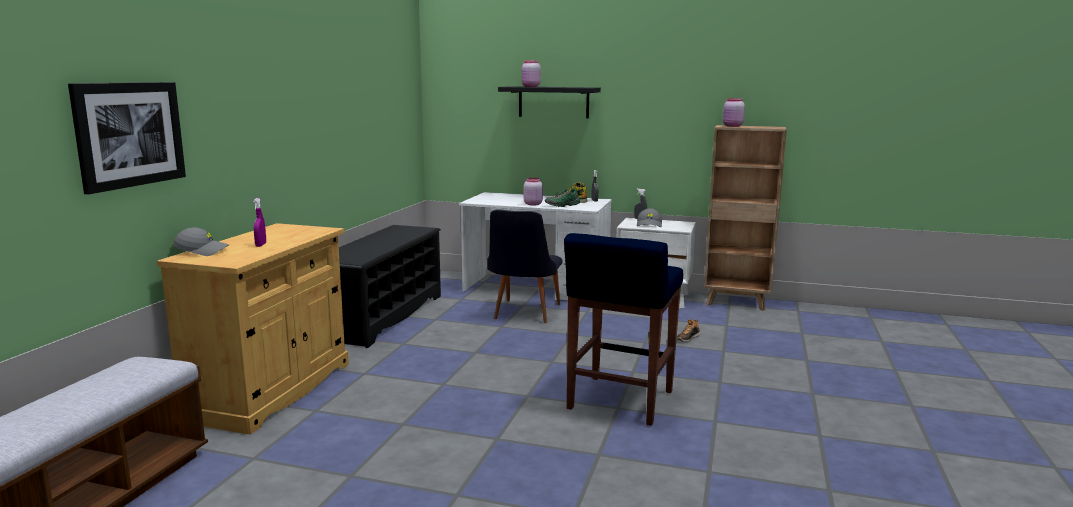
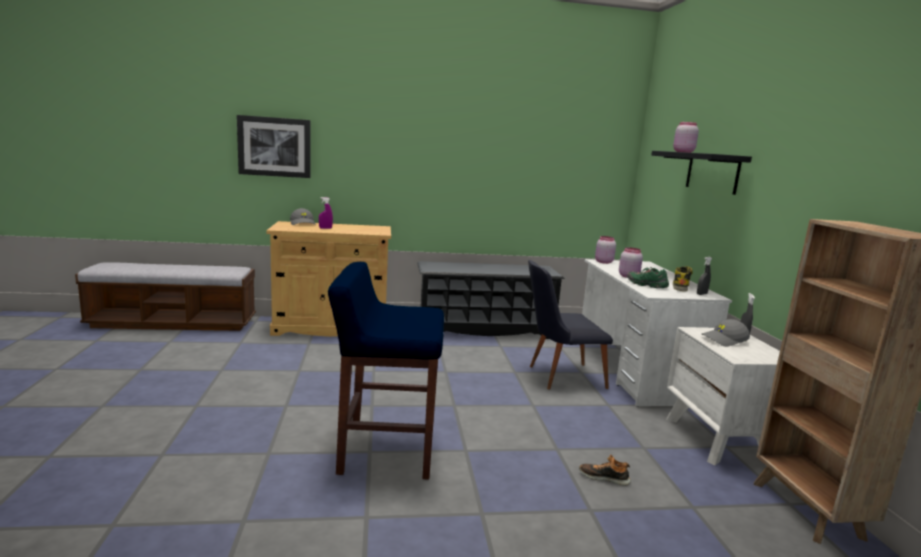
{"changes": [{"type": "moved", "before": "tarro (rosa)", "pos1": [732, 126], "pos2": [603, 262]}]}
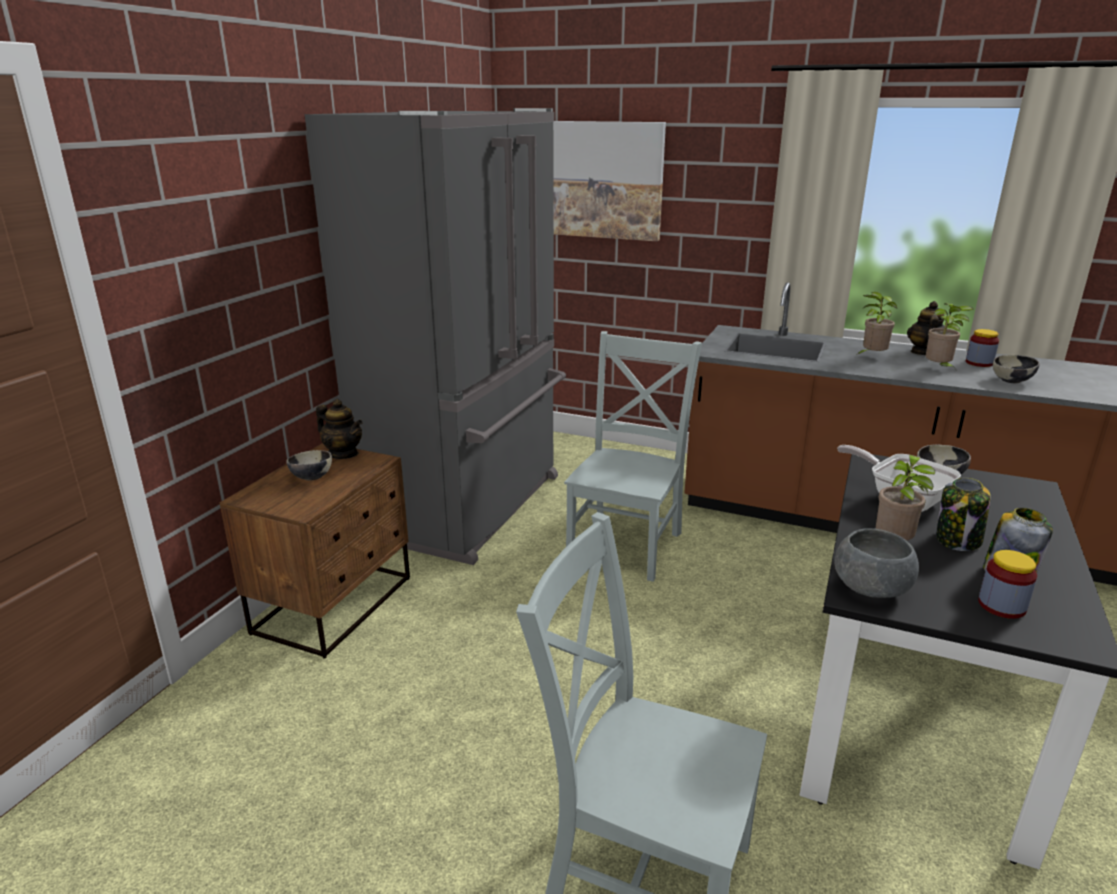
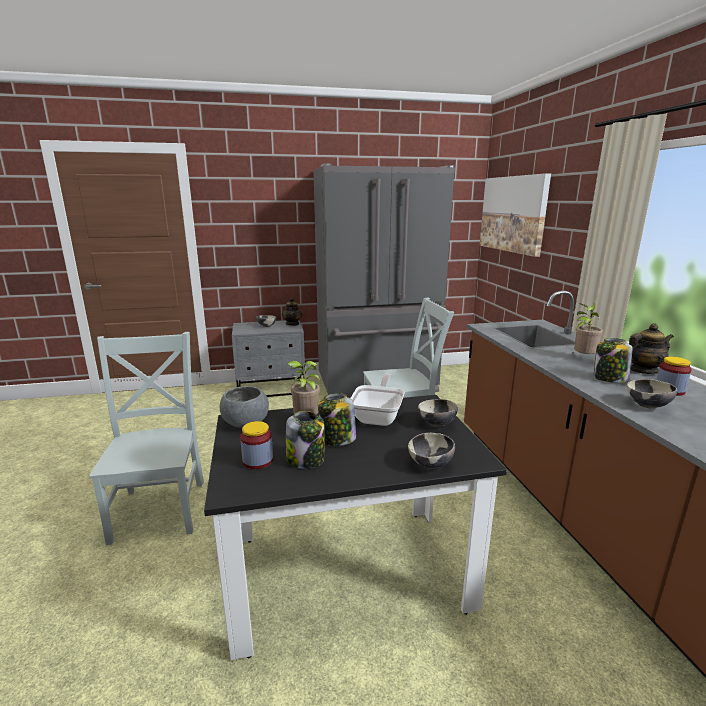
{"changes": [{"type": "recoloured", "before": "mesita de noche (marrón)", "after": "mesita de noche (gris)", "pos1": [335, 605], "pos2": [271, 389]}, {"type": "replaced", "before": "planta en maceta", "after": "tarro", "pos1": [939, 369], "pos2": [609, 379]}, {"type": "added", "after": "cuenco", "pos2": [430, 464]}]}
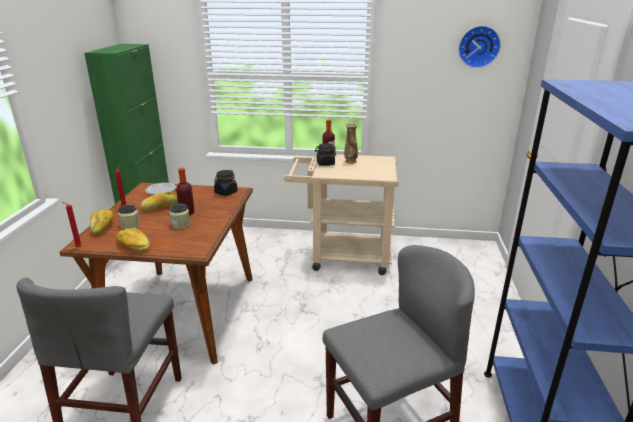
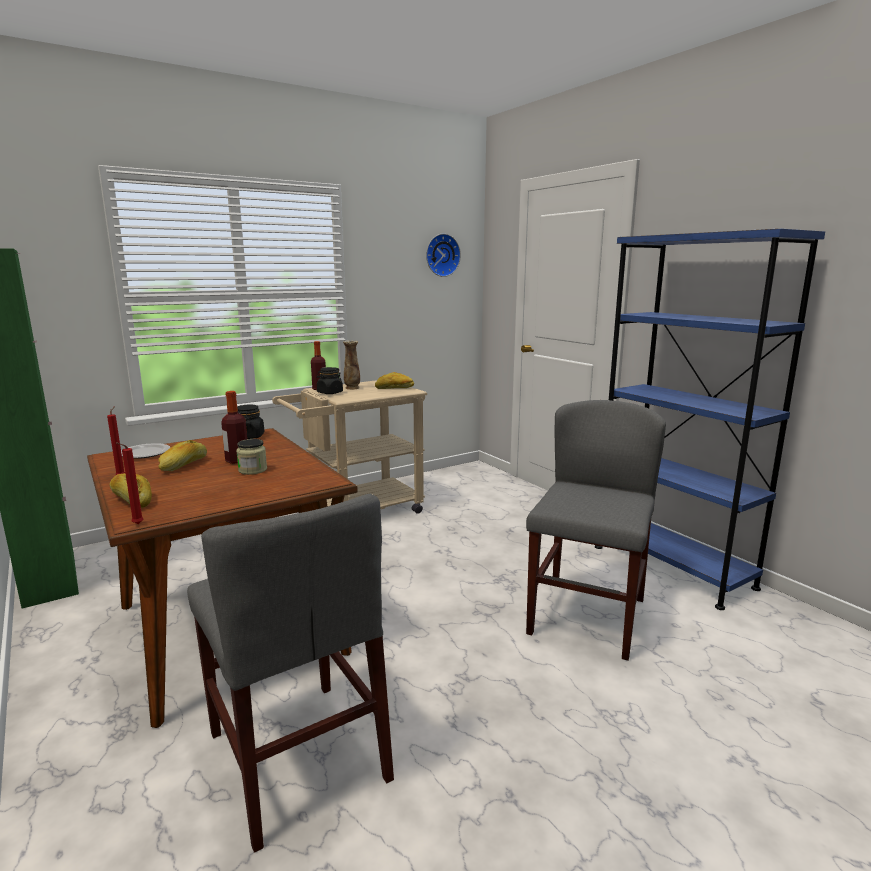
{"changes": [{"type": "moved", "before": "pan", "pos1": [133, 246], "pos2": [394, 388]}, {"type": "removed", "before": "tarro", "pos1": [130, 225]}]}
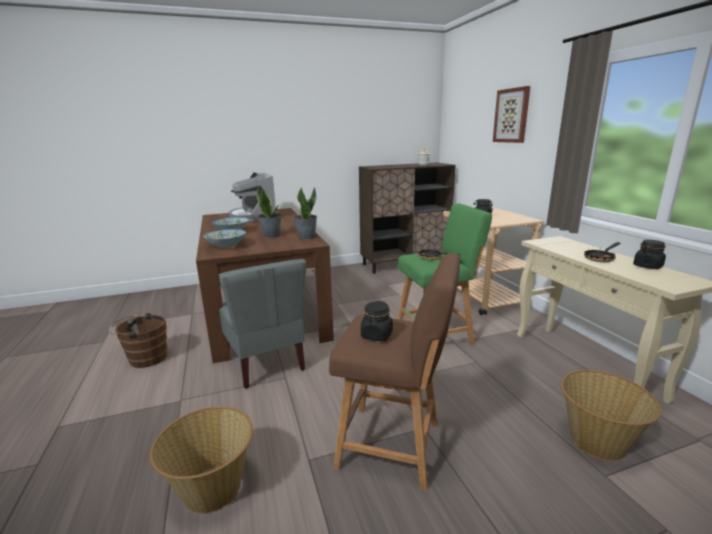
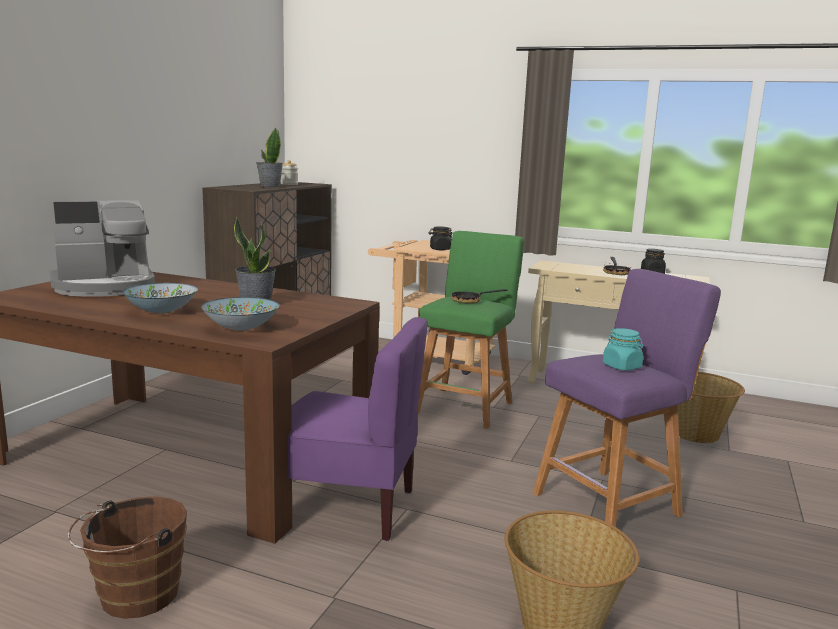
{"changes": [{"type": "recoloured", "before": "silla (gris)", "after": "silla (morado)", "pos1": [266, 363], "pos2": [348, 507]}, {"type": "turned", "before": "cafetera", "pos1": [253, 216], "pos2": [105, 287], "turn": -45}, {"type": "moved", "before": "planta en maceta", "pos1": [306, 237], "pos2": [269, 186]}, {"type": "recoloured", "before": "taburete (marrón)", "after": "taburete (morado)", "pos1": [395, 446], "pos2": [611, 502]}, {"type": "recoloured", "before": "tarro (negro)", "after": "tarro (turquesa)", "pos1": [376, 335], "pos2": [622, 367]}, {"type": "removed", "before": "cuadro", "pos1": [512, 115]}]}
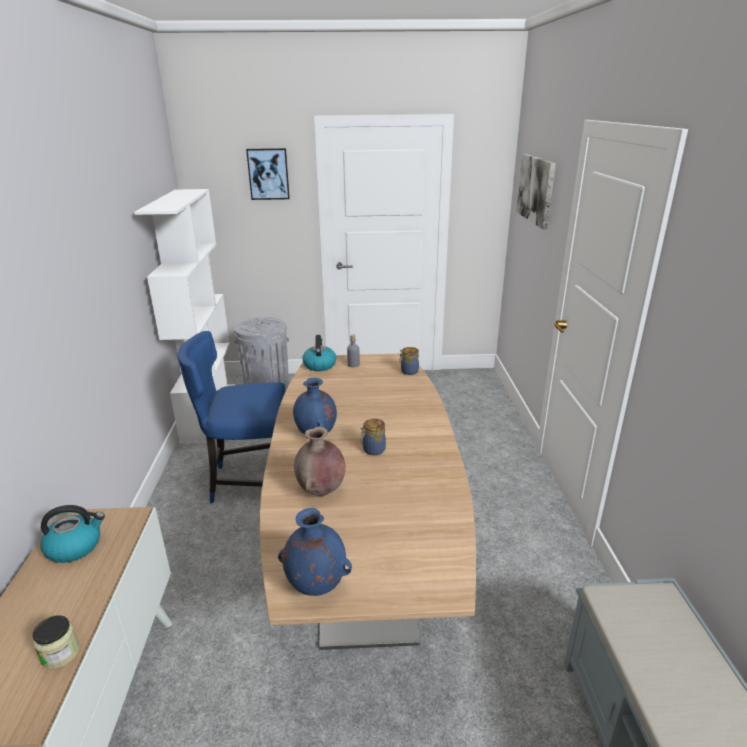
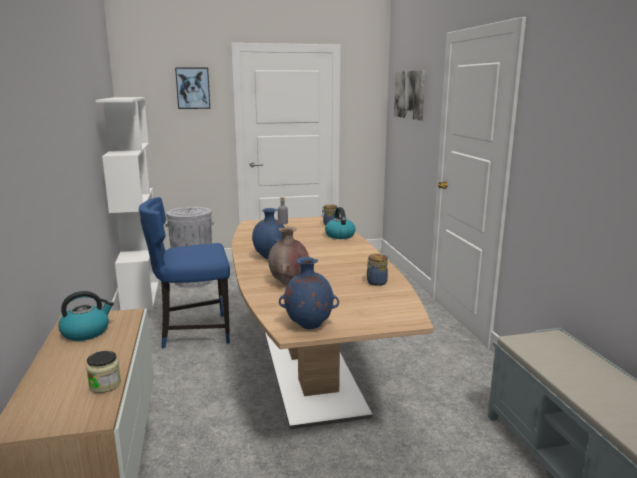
{"changes": [{"type": "moved", "before": "hervidor", "pos1": [319, 365], "pos2": [339, 235]}, {"type": "moved", "before": "tarro", "pos1": [373, 450], "pos2": [376, 283]}]}
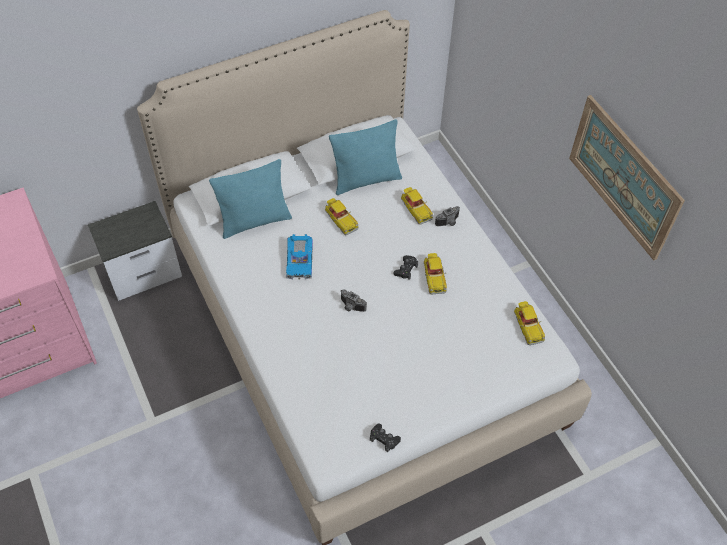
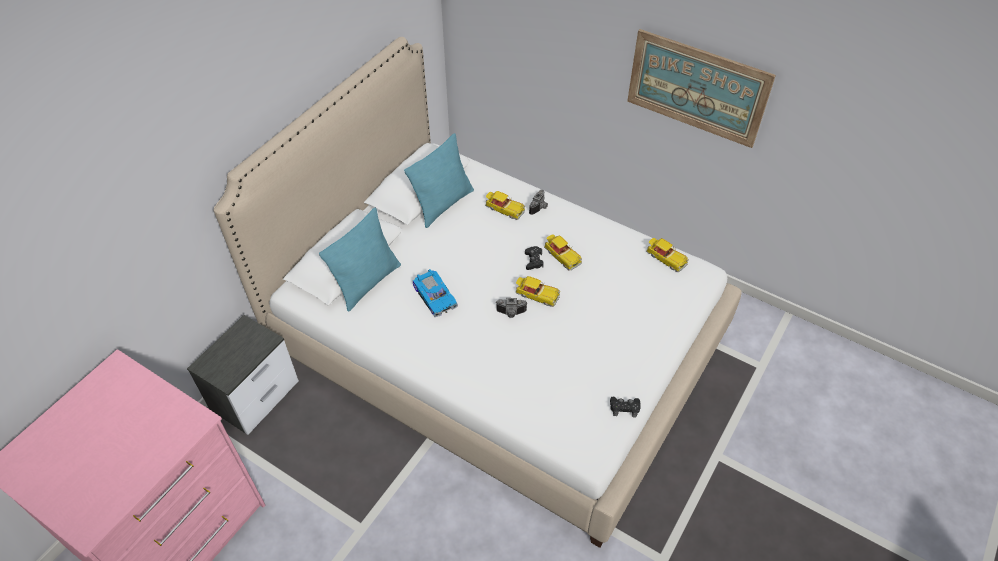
{"changes": [{"type": "moved", "before": "coche de juguete", "pos1": [341, 219], "pos2": [536, 295]}]}
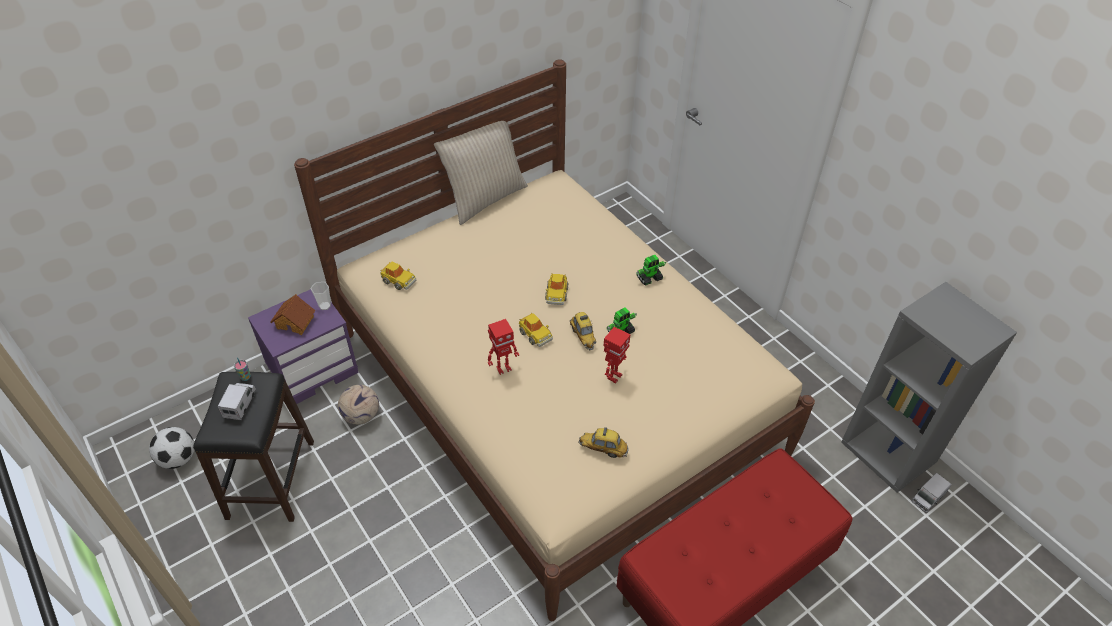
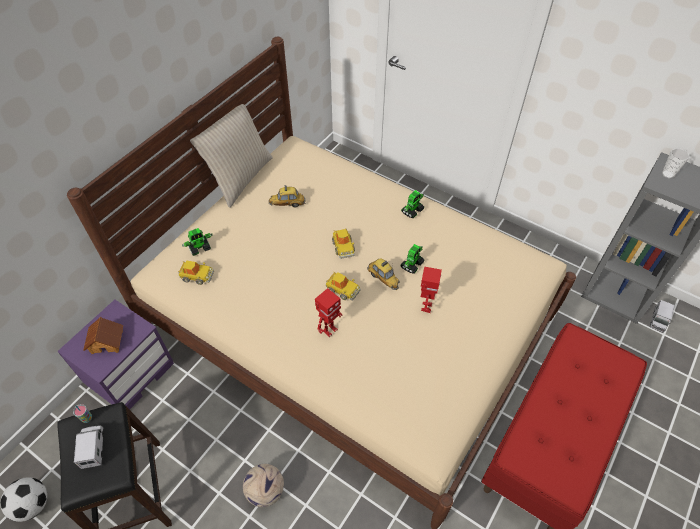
{"changes": [{"type": "moved", "before": "taza", "pos1": [324, 306], "pos2": [667, 174]}, {"type": "moved", "before": "balón de fútbol", "pos1": [361, 416], "pos2": [265, 491]}, {"type": "moved", "before": "coche de juguete", "pos1": [603, 449], "pos2": [287, 204]}, {"type": "added", "after": "robot de juguete", "pos2": [200, 248]}]}
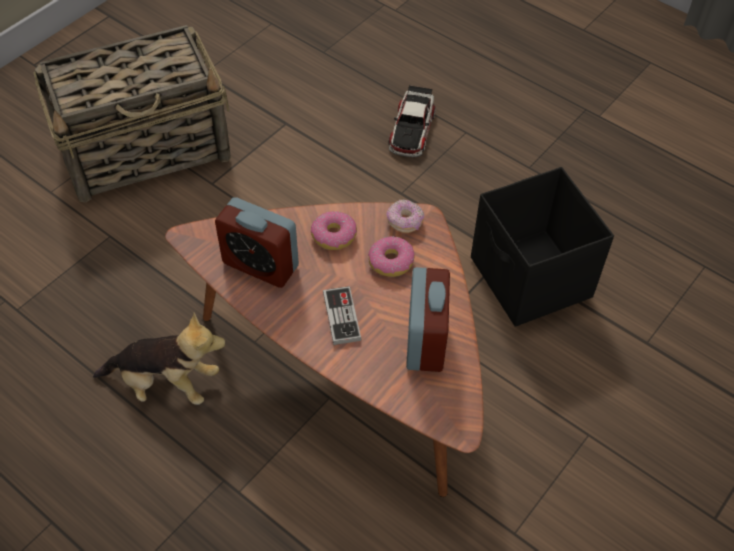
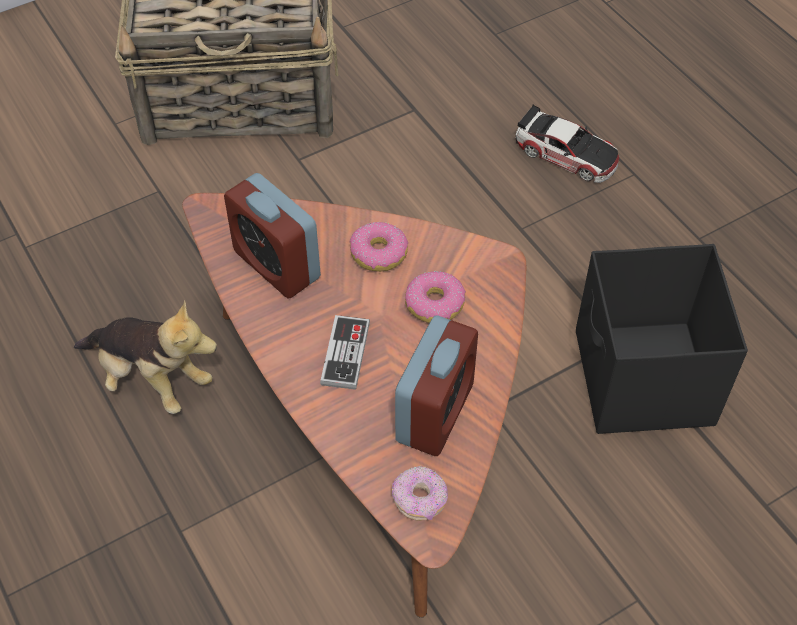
{"changes": [{"type": "moved", "before": "rosquilla", "pos1": [405, 222], "pos2": [420, 499]}, {"type": "turned", "before": "coche de juguete", "pos1": [412, 129], "pos2": [566, 153], "turn": -90}]}
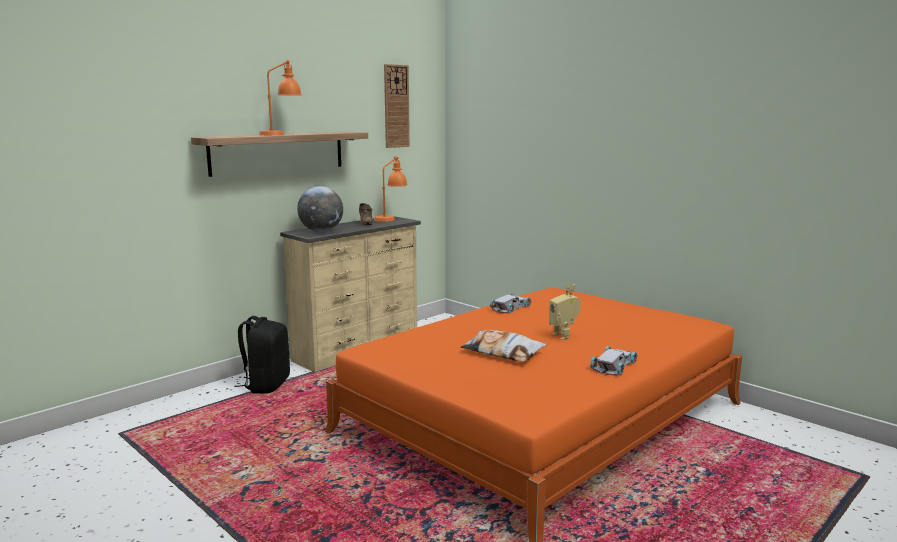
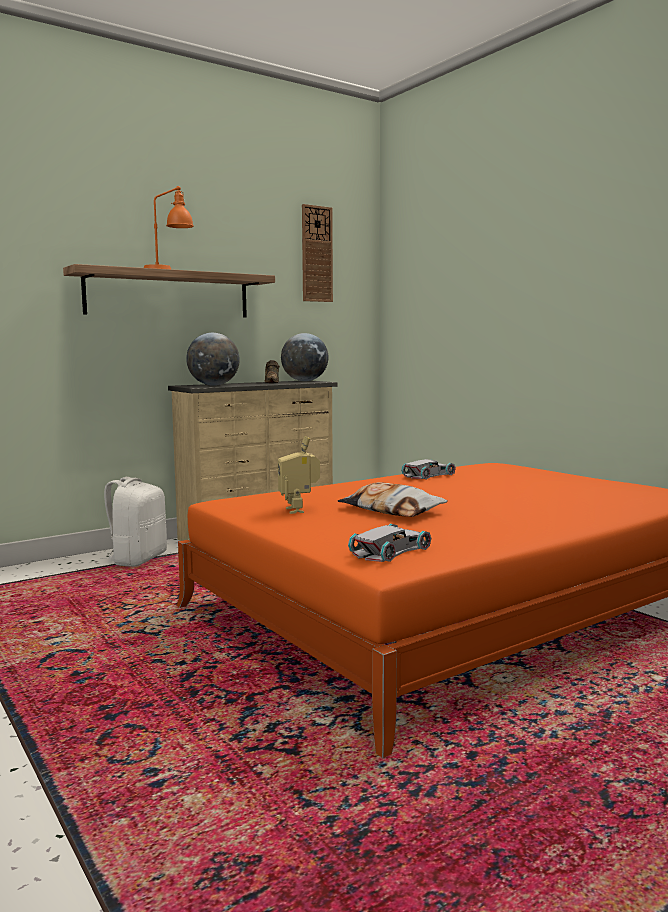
{"changes": [{"type": "recoloured", "before": "mochila (negro)", "after": "mochila (blanco)", "pos1": [266, 385], "pos2": [137, 559]}, {"type": "replaced", "before": "lámpara de mesa (naranja)", "after": "globo terráqueo", "pos1": [391, 218], "pos2": [305, 381]}, {"type": "moved", "before": "robot de juguete", "pos1": [563, 336], "pos2": [299, 510]}, {"type": "moved", "before": "coche de juguete (blanco)", "pos1": [614, 365], "pos2": [391, 551]}]}
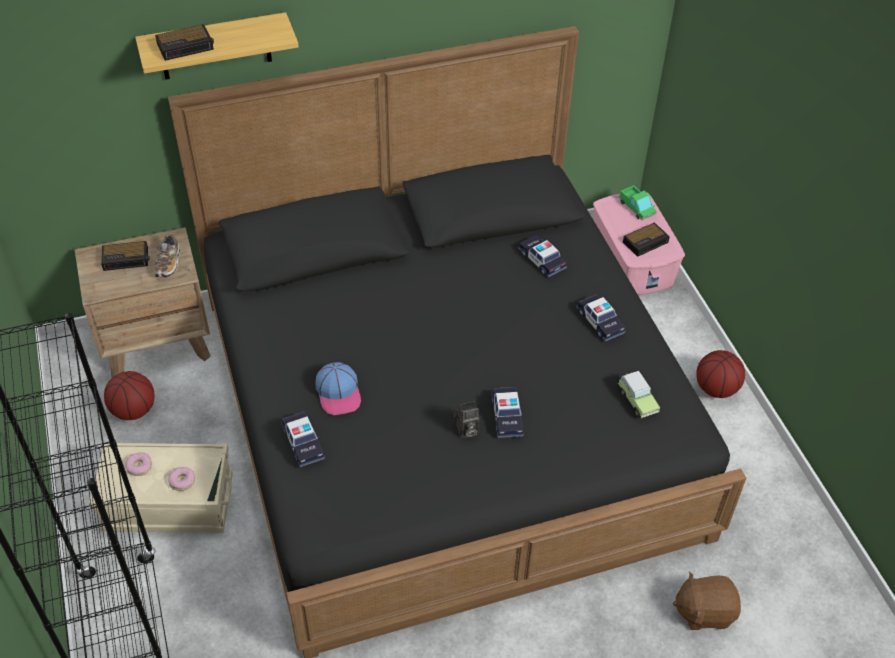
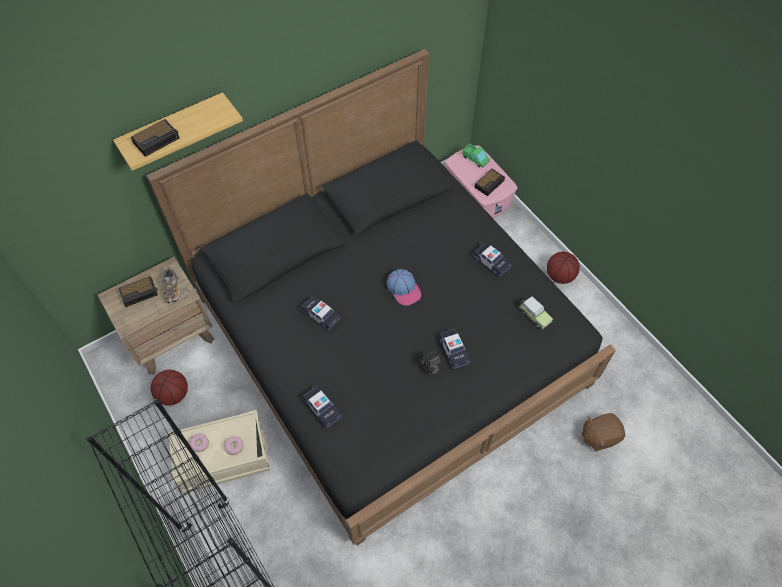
{"changes": [{"type": "moved", "before": "gorra", "pos1": [339, 393], "pos2": [404, 289]}, {"type": "moved", "before": "coche de juguete", "pos1": [541, 260], "pos2": [320, 315]}]}
